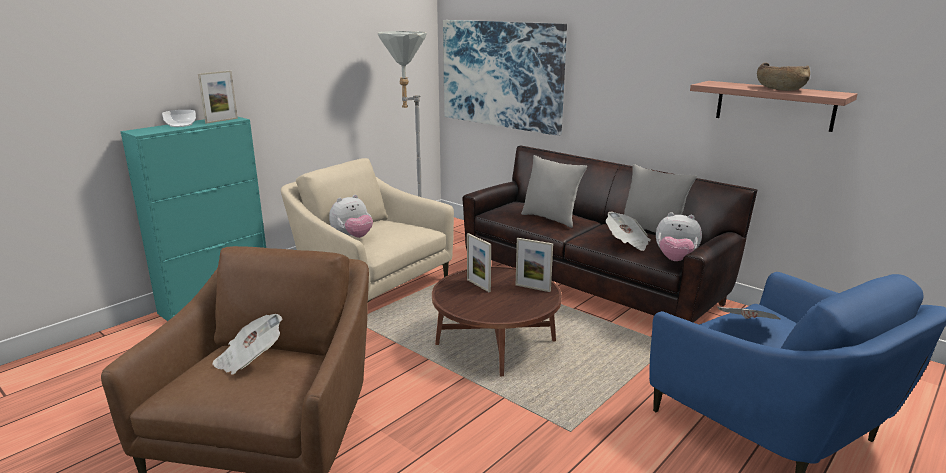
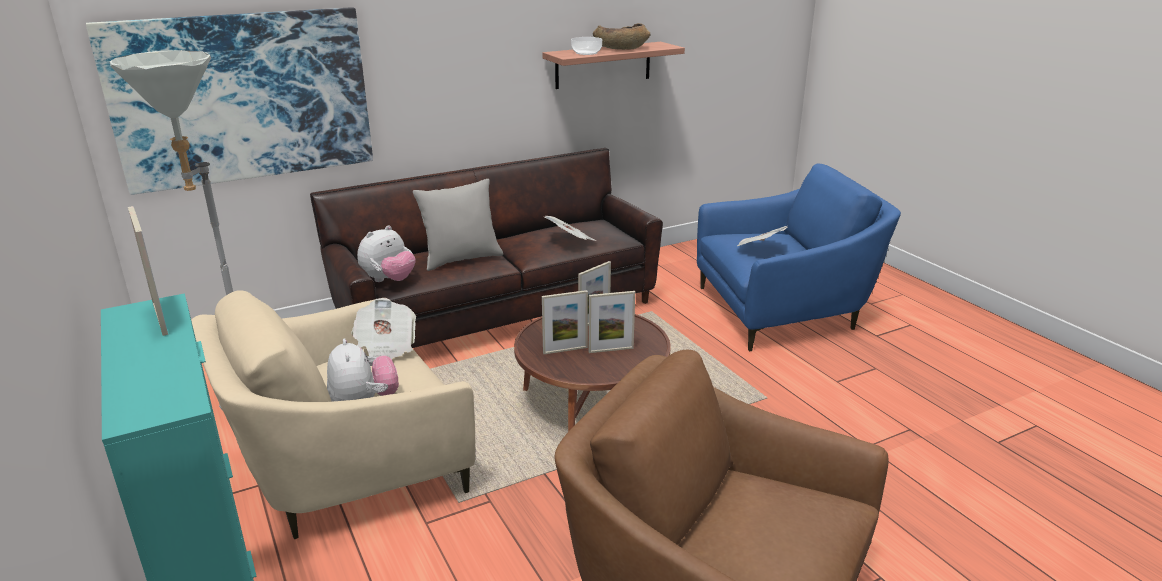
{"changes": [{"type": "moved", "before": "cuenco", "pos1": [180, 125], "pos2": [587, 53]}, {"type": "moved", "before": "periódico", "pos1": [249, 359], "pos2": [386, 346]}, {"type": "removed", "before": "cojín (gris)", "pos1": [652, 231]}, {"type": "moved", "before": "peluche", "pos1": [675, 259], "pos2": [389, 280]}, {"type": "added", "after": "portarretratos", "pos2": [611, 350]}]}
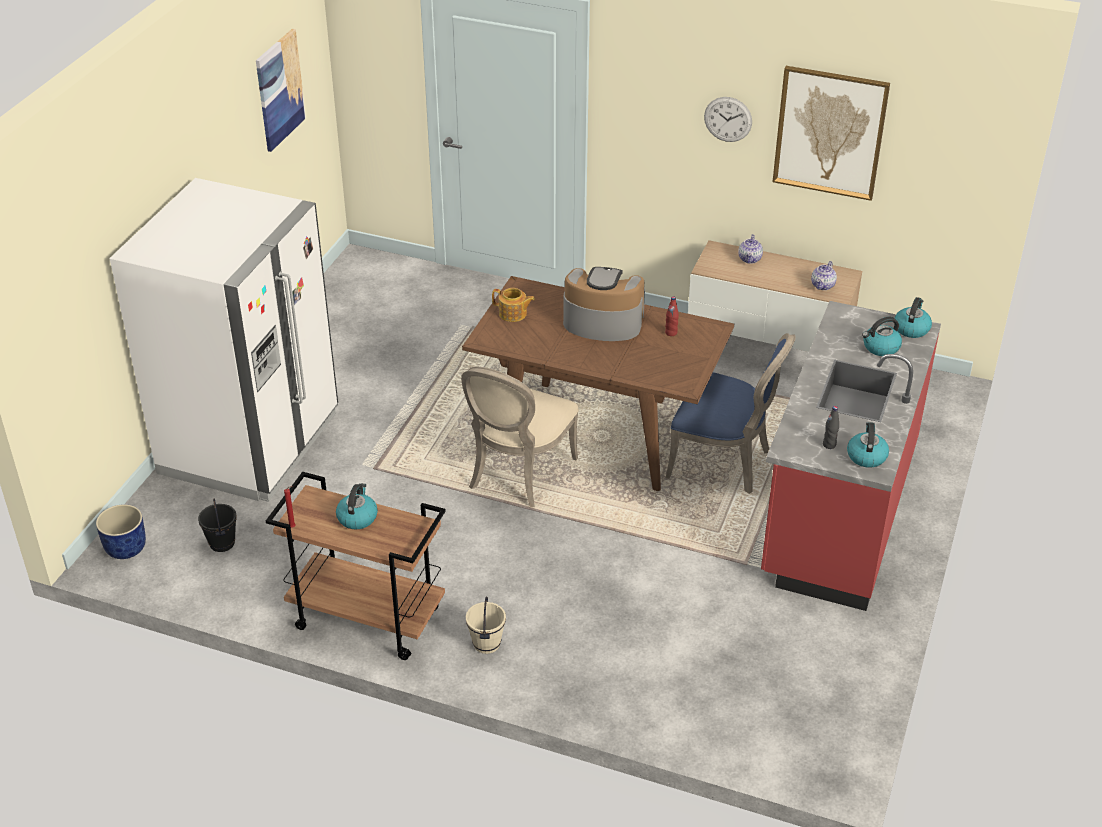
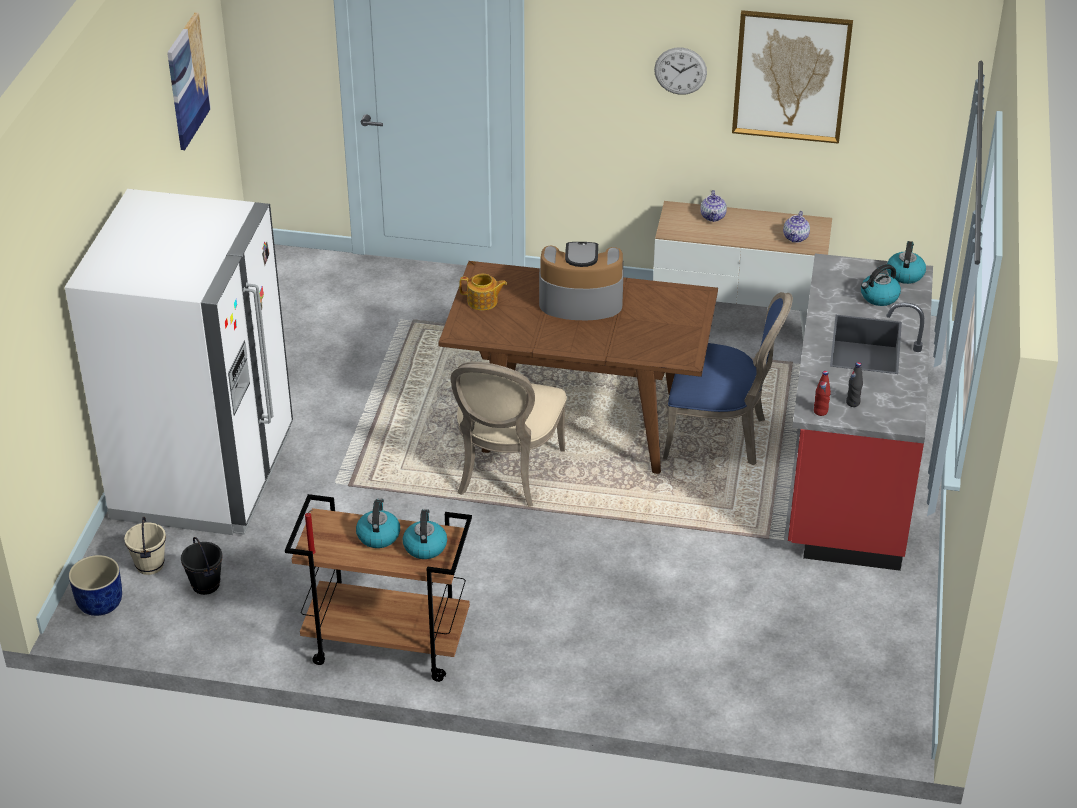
{"changes": [{"type": "moved", "before": "cubo (beis)", "pos1": [487, 644], "pos2": [150, 565]}, {"type": "moved", "before": "botella (rojo)", "pos1": [671, 333], "pos2": [820, 411]}, {"type": "moved", "before": "hervidor", "pos1": [866, 456], "pos2": [425, 546]}]}
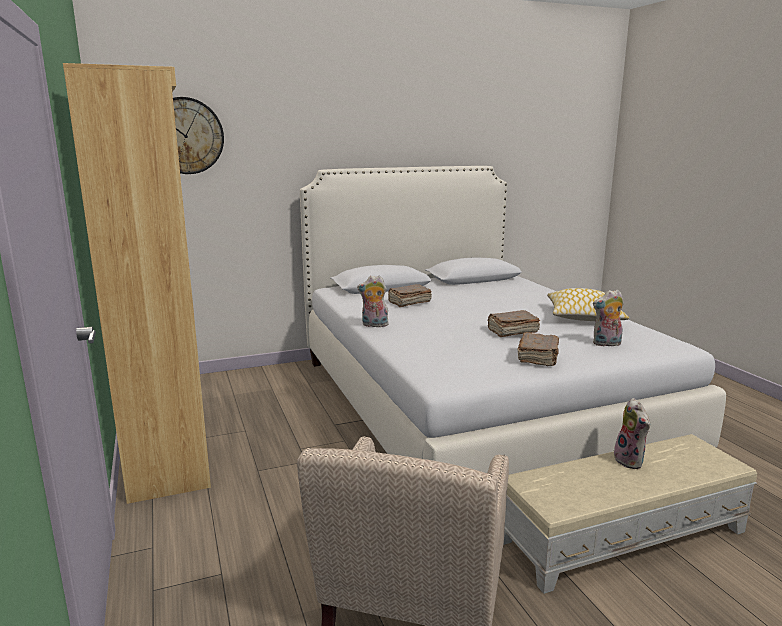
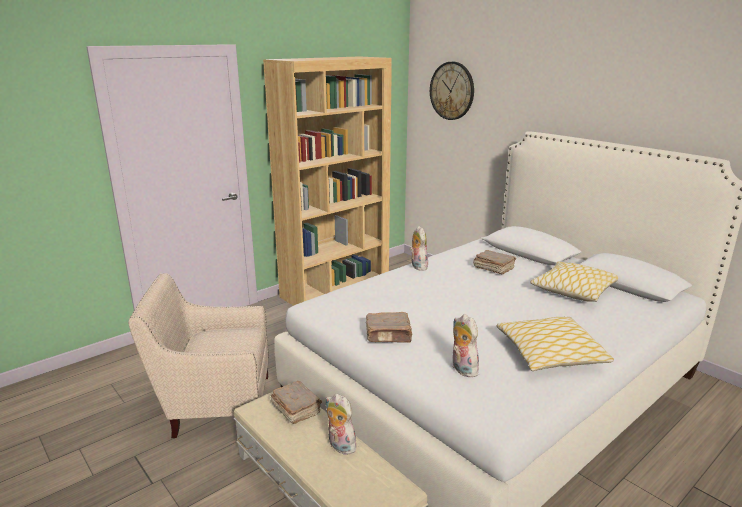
{"changes": [{"type": "moved", "before": "libro (marrón)", "pos1": [512, 332], "pos2": [296, 409]}, {"type": "turned", "before": "peluche", "pos1": [631, 461], "pos2": [339, 446], "turn": 75}, {"type": "added", "after": "cojín", "pos2": [574, 290]}]}
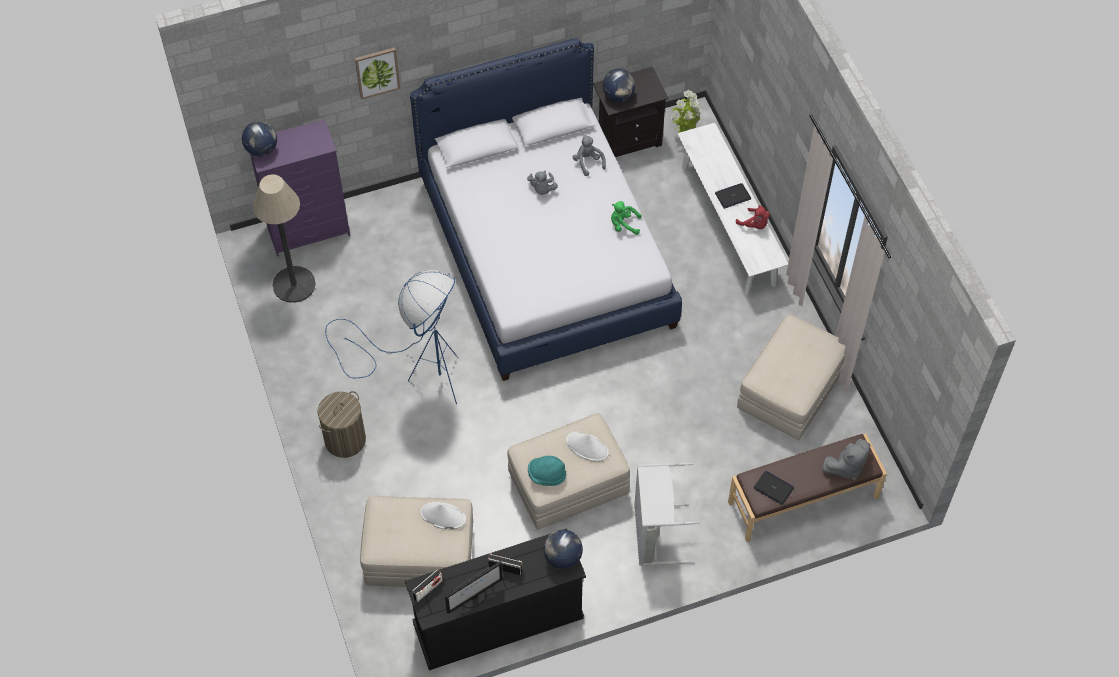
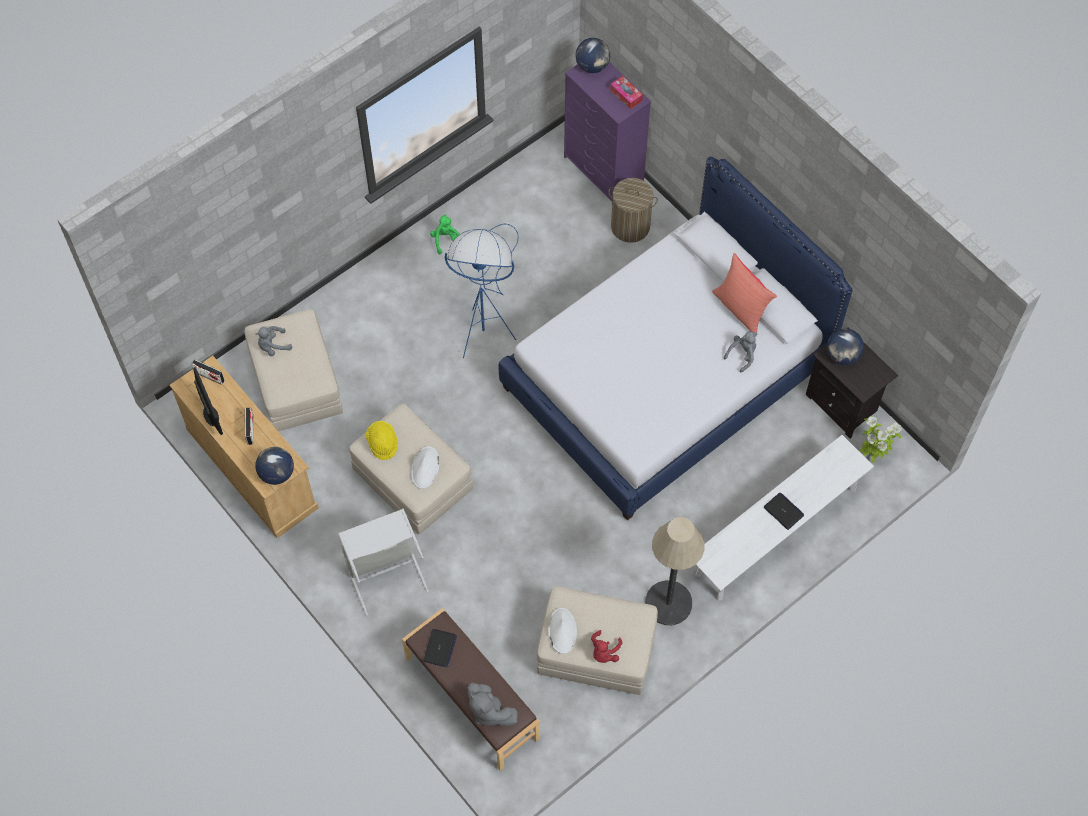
{"changes": [{"type": "moved", "before": "lámpara de pie", "pos1": [294, 284], "pos2": [668, 603]}, {"type": "moved", "before": "cesto de la ropa", "pos1": [345, 440], "pos2": [630, 226]}, {"type": "removed", "before": "cuadro", "pos1": [377, 72]}, {"type": "recoloured", "before": "cómoda (negro)", "after": "cómoda (beis)", "pos1": [497, 621], "pos2": [251, 468]}, {"type": "moved", "before": "sombrero (blanco)", "pos1": [443, 516], "pos2": [562, 631]}, {"type": "turned", "before": "monitor", "pos1": [474, 599], "pos2": [211, 416], "turn": -150}, {"type": "moved", "before": "peluche (gris)", "pos1": [542, 189], "pos2": [273, 346]}, {"type": "recoloured", "before": "sombrero (turquesa)", "after": "sombrero (amarillo)", "pos1": [546, 475], "pos2": [382, 443]}, {"type": "moved", "before": "peluche (verde)", "pos1": [623, 225], "pos2": [446, 240]}, {"type": "moved", "before": "peluche (rojo)", "pos1": [754, 225], "pos2": [604, 652]}, {"type": "added", "after": "caja de pañuelos", "pos2": [626, 95]}, {"type": "added", "after": "cojín (rojo)", "pos2": [741, 309]}]}
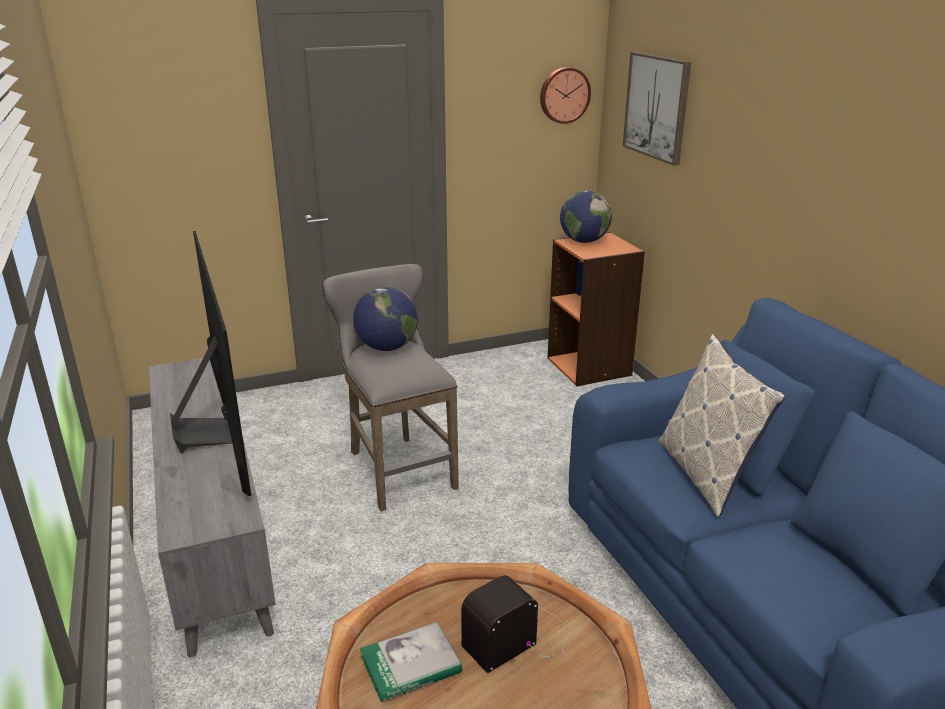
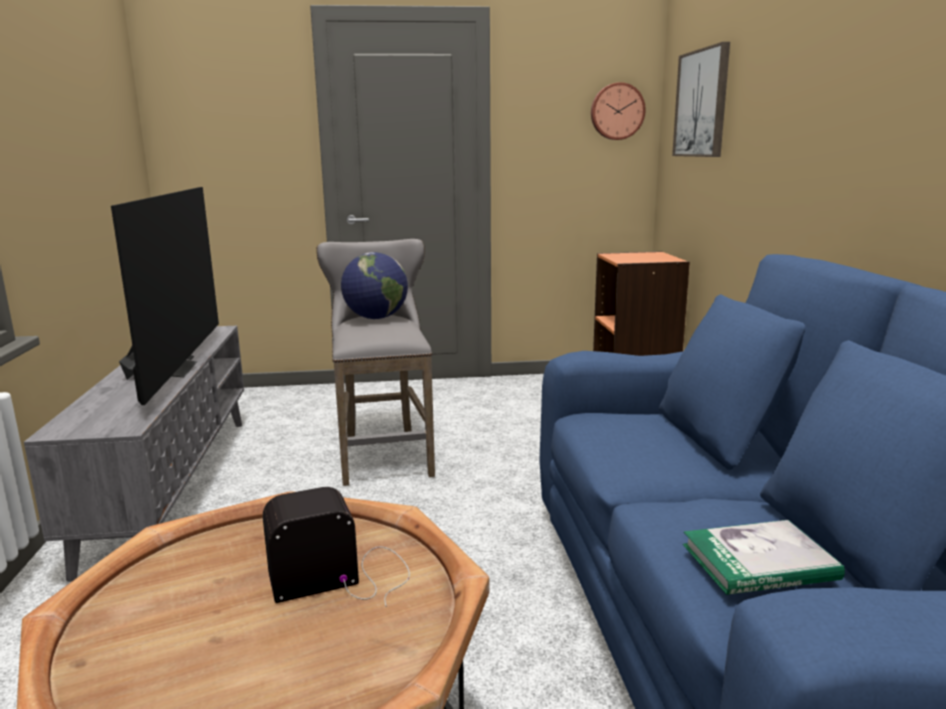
{"changes": [{"type": "moved", "before": "libro", "pos1": [411, 664], "pos2": [759, 562]}, {"type": "removed", "before": "globo terráqueo", "pos1": [583, 241]}, {"type": "removed", "before": "cojín", "pos1": [706, 475]}]}
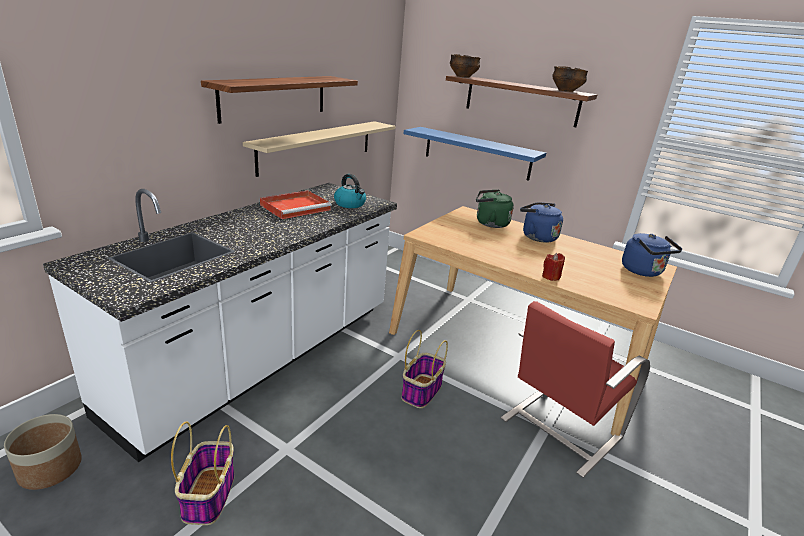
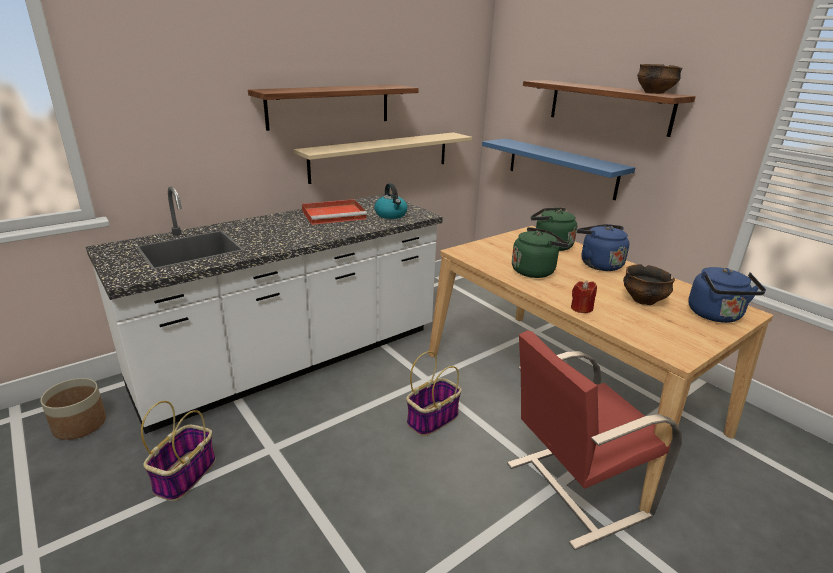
{"changes": [{"type": "moved", "before": "cuenco", "pos1": [463, 76], "pos2": [643, 300]}, {"type": "added", "after": "hervidor (verde)", "pos2": [535, 271]}]}
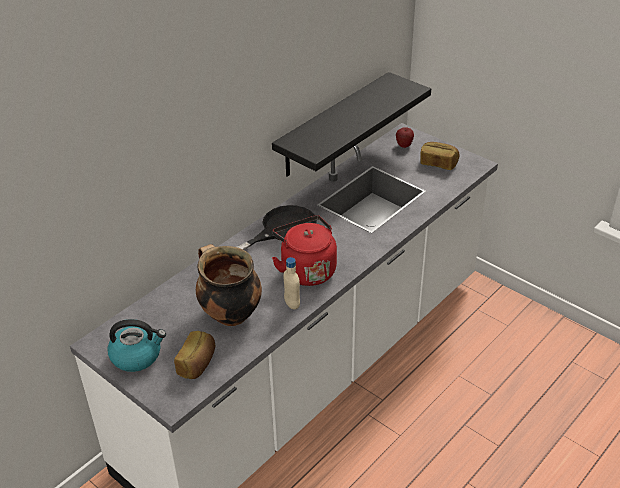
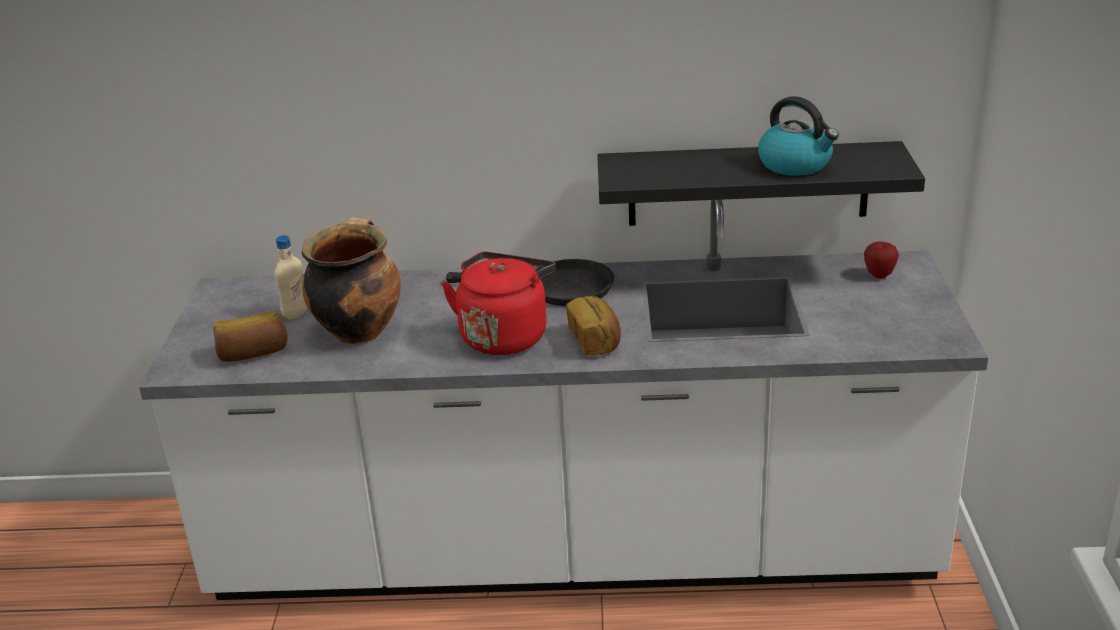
{"changes": [{"type": "moved", "before": "hervidor", "pos1": [137, 356], "pos2": [796, 164]}, {"type": "moved", "before": "botella (beis)", "pos1": [292, 304], "pos2": [296, 313]}, {"type": "moved", "before": "pan", "pos1": [438, 163], "pos2": [595, 341]}]}
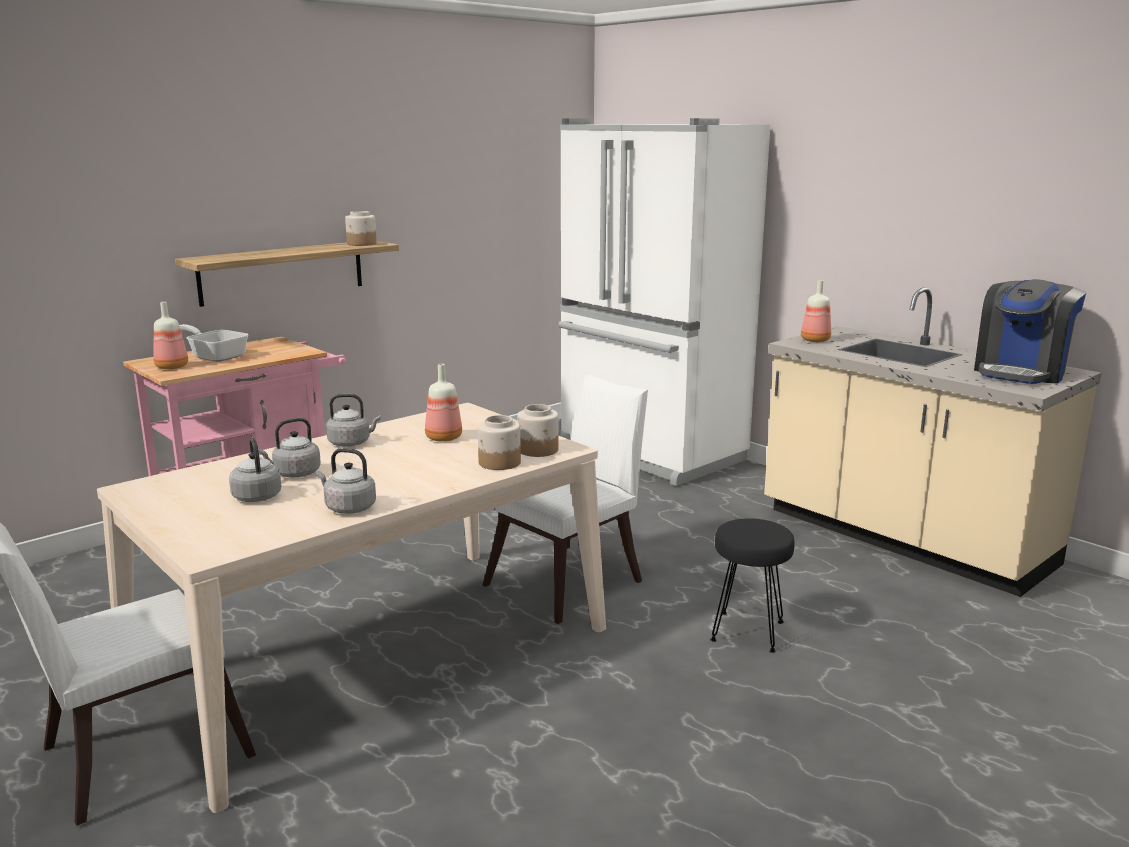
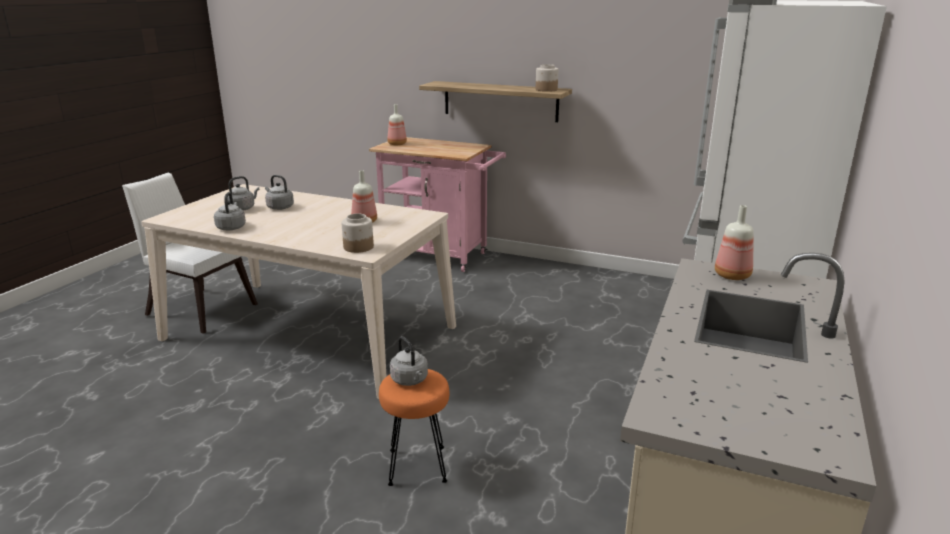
{"changes": [{"type": "removed", "before": "sartén", "pos1": [215, 356]}, {"type": "moved", "before": "hervidor (gris)", "pos1": [352, 443], "pos2": [410, 380]}, {"type": "removed", "before": "tarro", "pos1": [499, 463]}, {"type": "removed", "before": "silla (blanco)", "pos1": [572, 580]}, {"type": "recoloured", "before": "taburete (negro)", "after": "taburete (naranja)", "pos1": [748, 632], "pos2": [417, 466]}, {"type": "removed", "before": "cafetera", "pos1": [1021, 372]}]}
